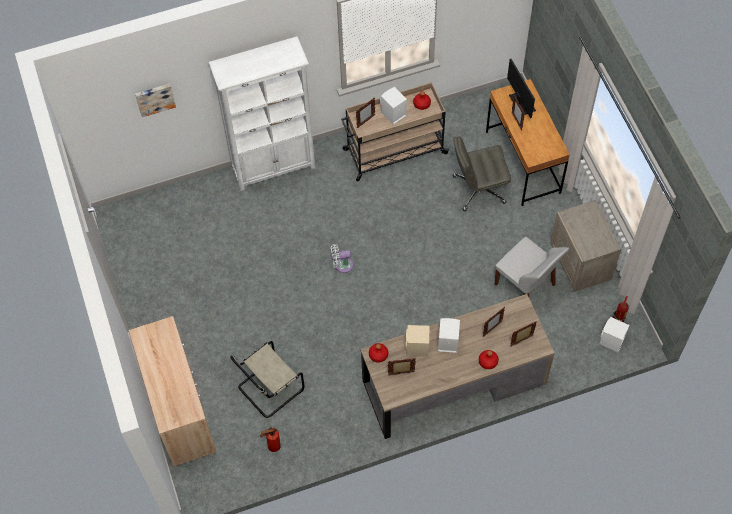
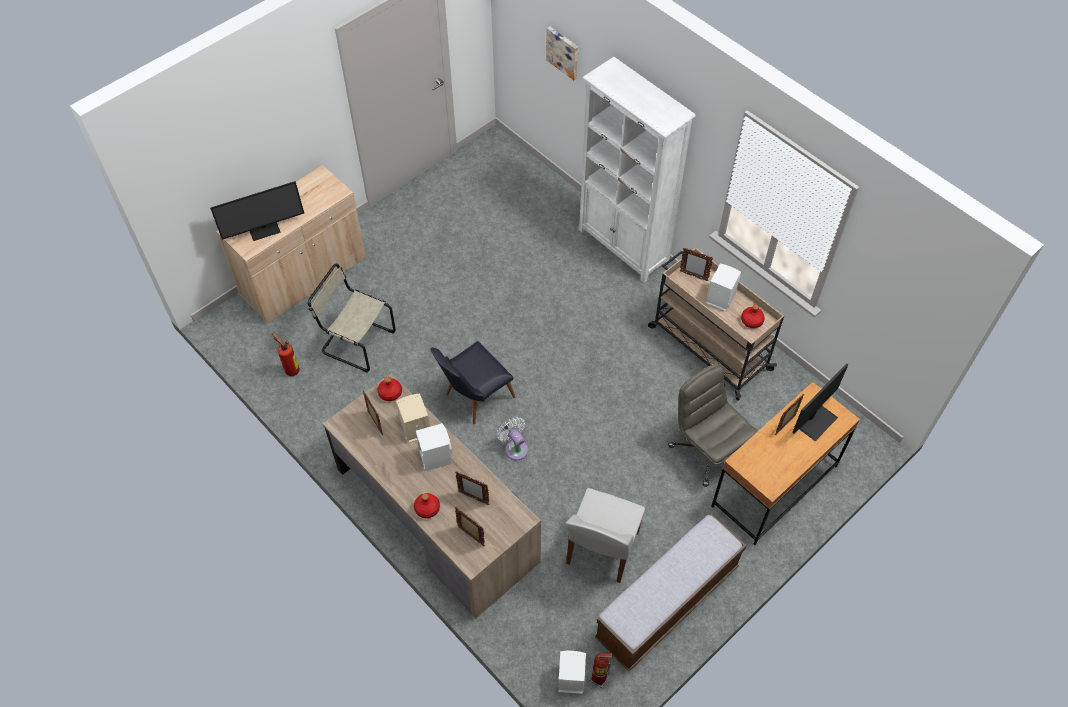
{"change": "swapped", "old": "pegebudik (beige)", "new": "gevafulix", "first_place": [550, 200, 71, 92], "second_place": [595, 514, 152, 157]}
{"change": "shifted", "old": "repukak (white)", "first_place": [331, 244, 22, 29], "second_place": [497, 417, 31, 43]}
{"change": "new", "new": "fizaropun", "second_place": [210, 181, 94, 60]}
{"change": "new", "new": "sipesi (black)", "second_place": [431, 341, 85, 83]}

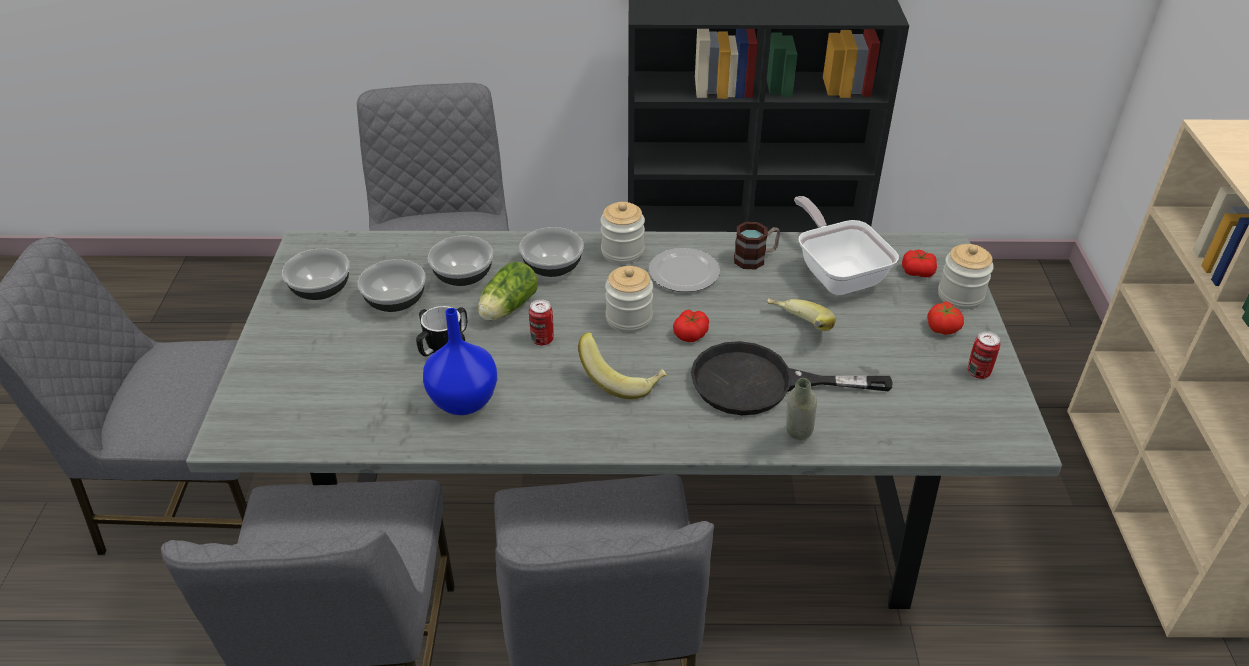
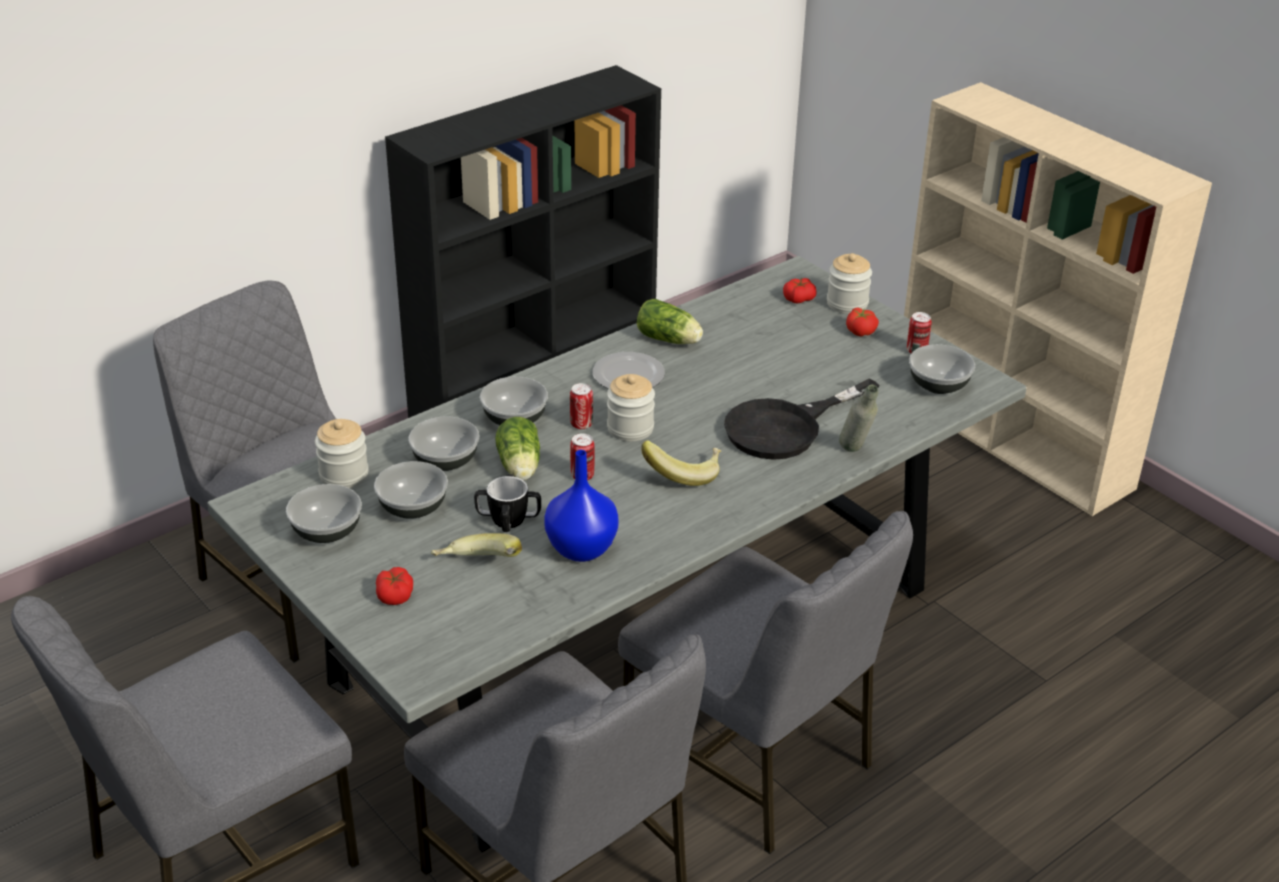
{"change": "gone", "old": "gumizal", "first_place": [794, 196, 105, 99]}
{"change": "shifted", "old": "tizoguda", "first_place": [600, 202, 45, 62], "second_place": [315, 419, 54, 69]}
{"change": "swapped", "old": "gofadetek", "new": "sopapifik", "first_place": [734, 222, 46, 48], "second_place": [637, 299, 66, 45]}
{"change": "shifted", "old": "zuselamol", "first_place": [767, 298, 68, 33], "second_place": [431, 533, 91, 24]}
{"change": "shifted", "old": "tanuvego", "first_place": [673, 310, 36, 32], "second_place": [376, 567, 37, 38]}
{"change": "new", "new": "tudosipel", "second_place": [909, 344, 66, 50]}
{"change": "new", "new": "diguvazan", "second_place": [570, 383, 23, 46]}

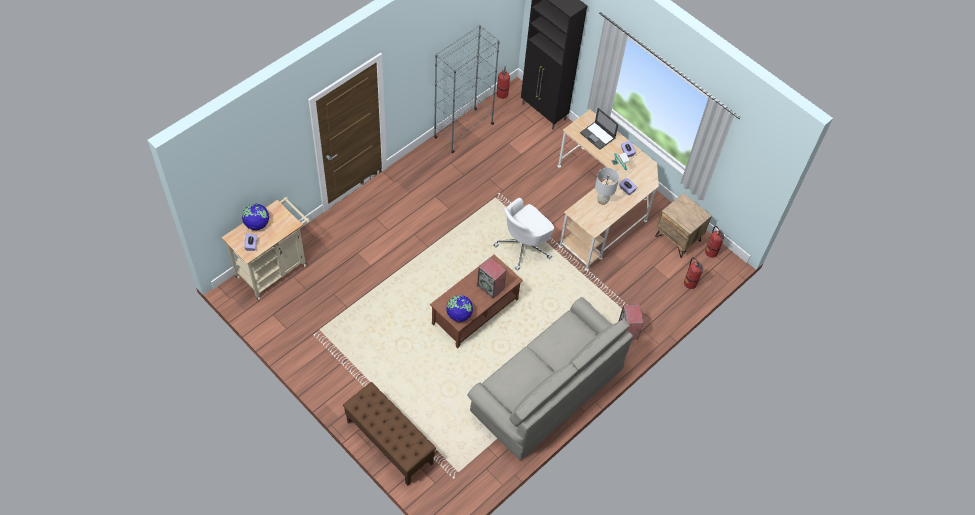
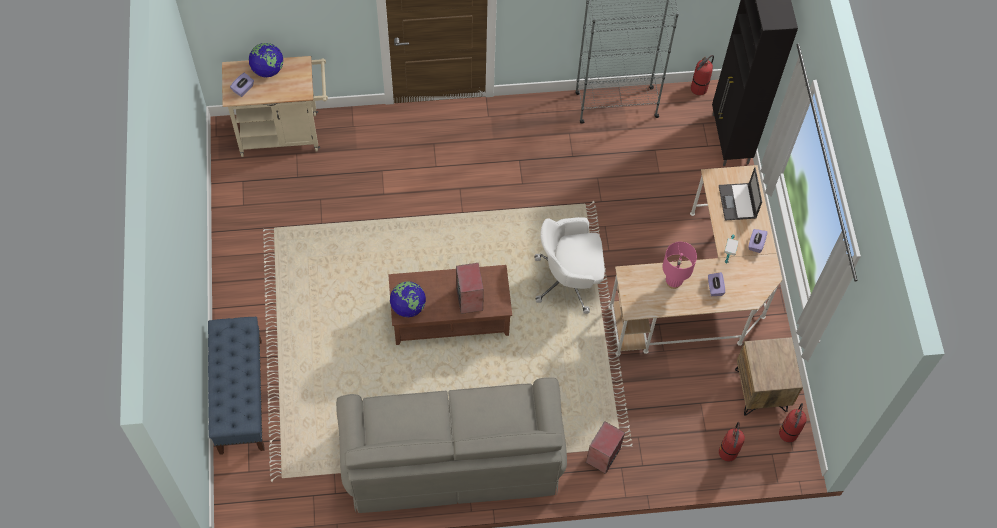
{"change": "repainted", "old": "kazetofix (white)", "new": "kazetofix (pink)", "first_place": [595, 168, 24, 37], "second_place": [662, 242, 35, 47]}
{"change": "repainted", "old": "gevafulix (brown)", "new": "gevafulix (blue)", "first_place": [343, 382, 93, 104], "second_place": [208, 317, 57, 138]}

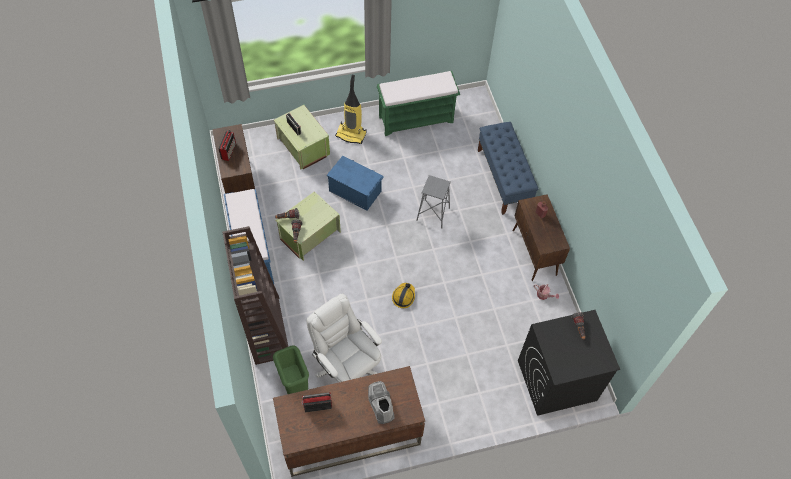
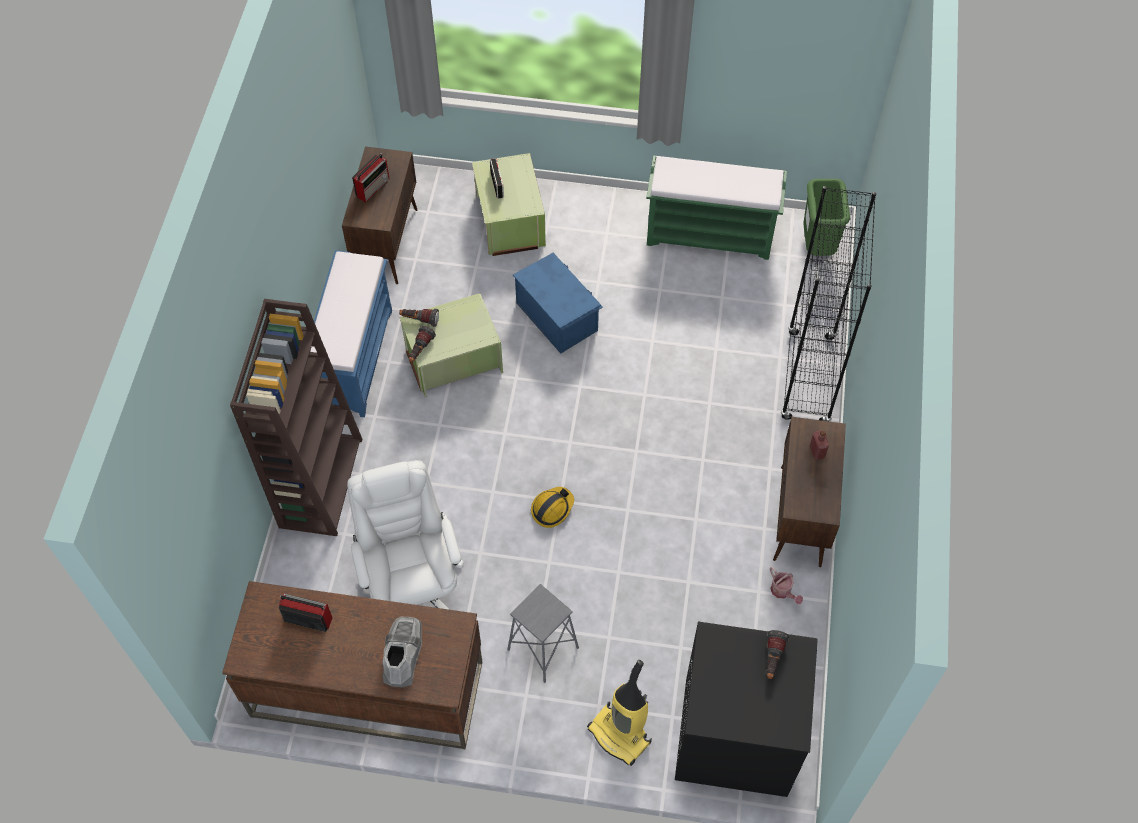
{"change": "shifted", "old": "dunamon", "first_place": [335, 75, 31, 69], "second_place": [587, 660, 65, 106]}
{"change": "swapped", "old": "gevafulix (blue)", "new": "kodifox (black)", "first_place": [478, 122, 60, 93], "second_place": [781, 186, 95, 235]}
{"change": "shifted", "old": "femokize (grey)", "first_place": [416, 175, 35, 54], "second_place": [507, 584, 72, 99]}
{"change": "shifted", "old": "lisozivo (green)", "first_place": [273, 345, 36, 49], "second_place": [803, 179, 47, 77]}

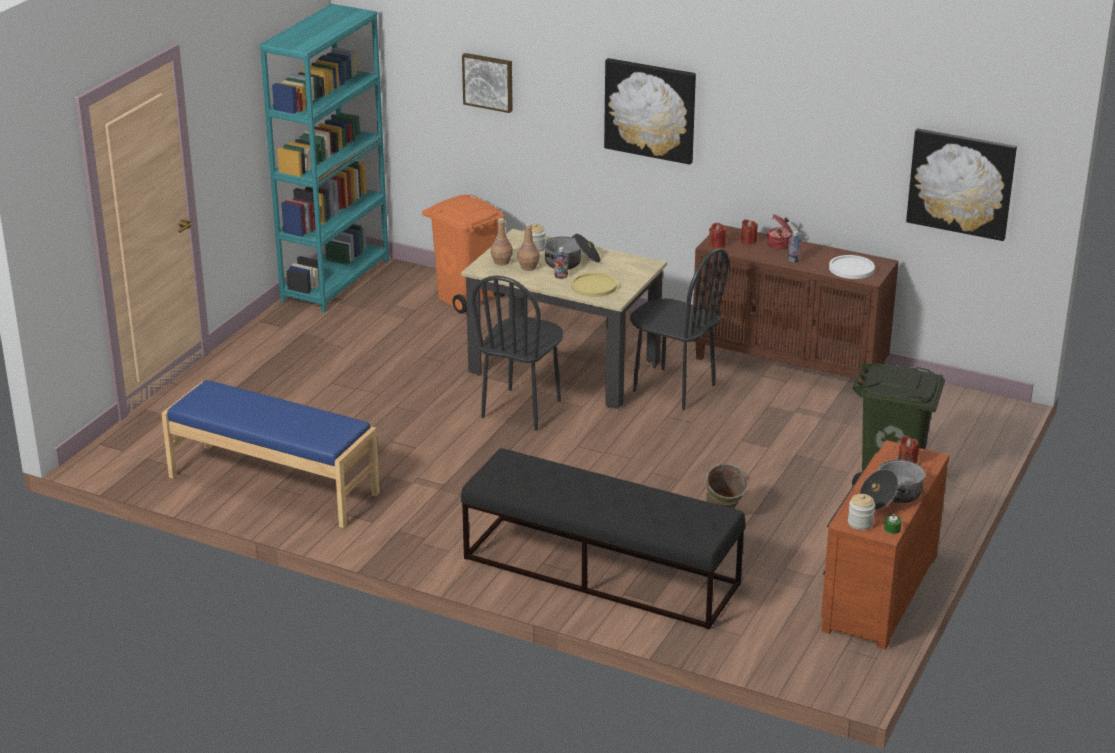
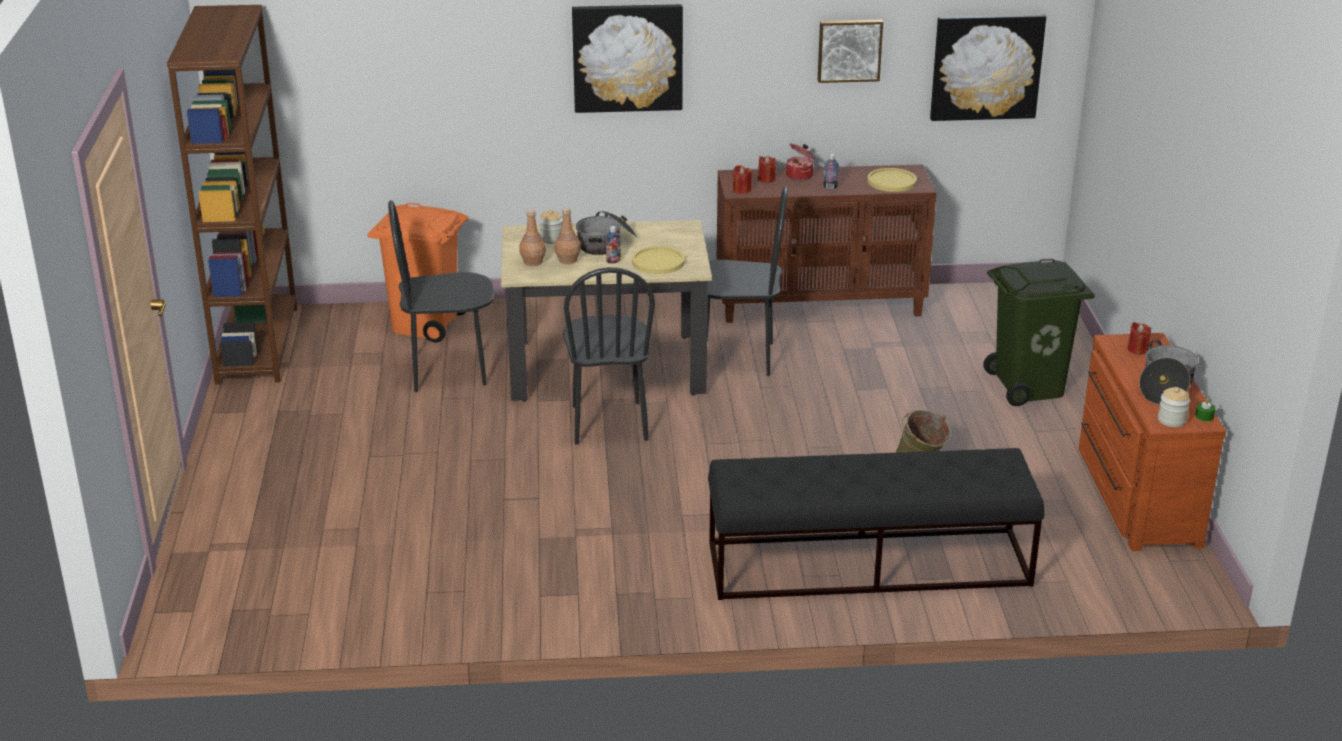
{"change": "repainted", "old": "kodifox (turquoise)", "new": "kodifox (brown)", "first_place": [259, 4, 130, 308], "second_place": [167, 5, 130, 379]}
{"change": "shifted", "old": "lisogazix", "first_place": [462, 53, 51, 60], "second_place": [818, 20, 65, 63]}
{"change": "repainted", "old": "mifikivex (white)", "new": "mifikivex (yellow)", "first_place": [829, 255, 46, 24], "second_place": [867, 168, 50, 24]}
{"change": "gone", "old": "gevafulix (blue)", "first_place": [161, 380, 219, 148]}
{"change": "new", "new": "sipesi (black)", "second_place": [388, 200, 106, 192]}

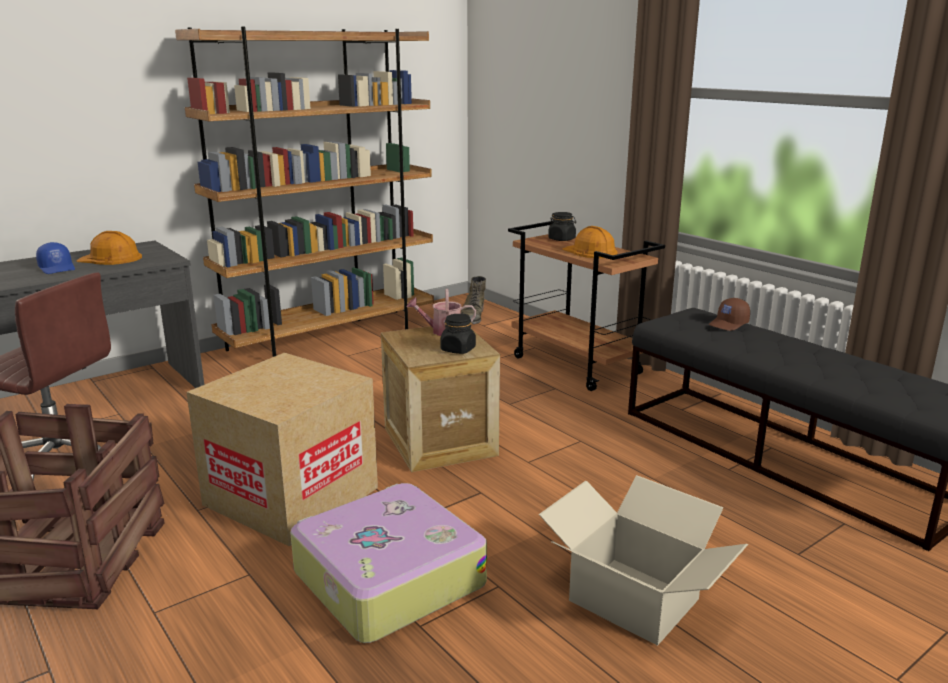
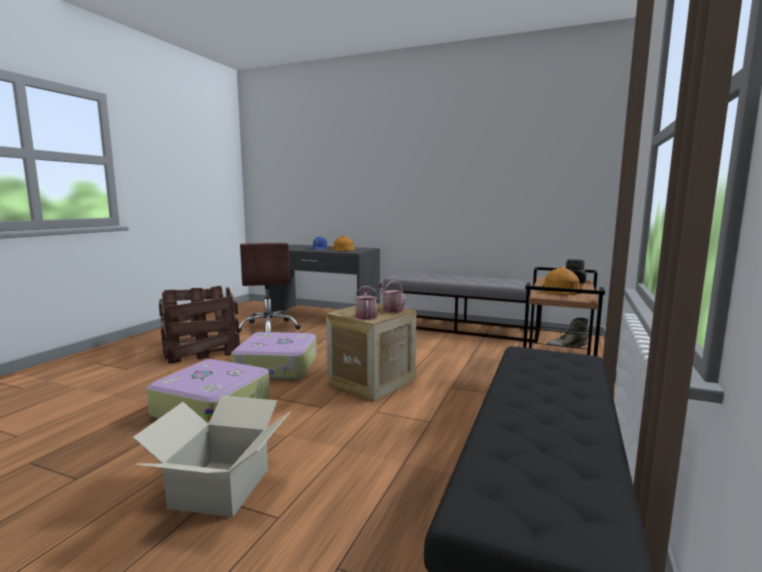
{"change": "swapped", "old": "kodifox (brown)", "new": "gevafulix (grey)", "first_place": [175, 27, 259, 330], "second_place": [383, 272, 159, 71]}
{"change": "gone", "old": "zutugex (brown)", "first_place": [709, 298, 41, 33]}
{"change": "swapped", "old": "tizoguda (black)", "new": "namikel", "first_place": [440, 313, 36, 41], "second_place": [354, 286, 24, 34]}
{"change": "swapped", "old": "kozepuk", "new": "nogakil", "first_place": [186, 353, 192, 193], "second_place": [231, 332, 86, 48]}

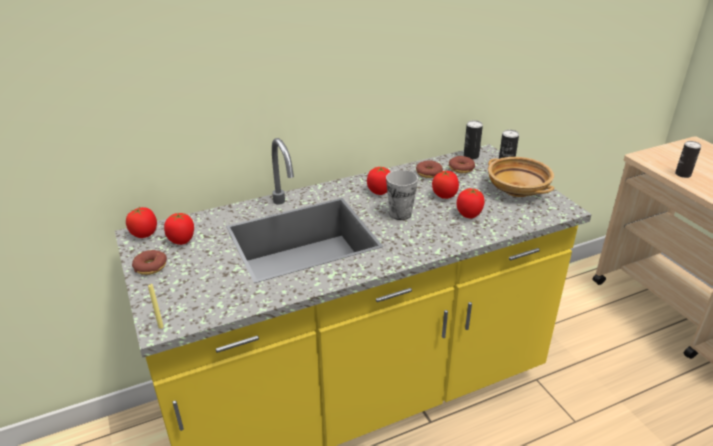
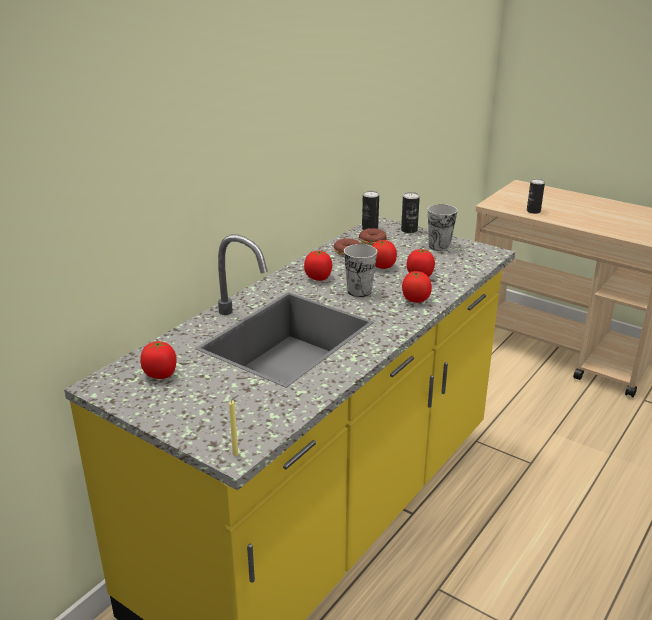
{"change": "swapped", "old": "tudosipel (beige)", "new": "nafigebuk", "first_place": [488, 157, 66, 40], "second_place": [428, 204, 30, 47]}
{"change": "shifted", "old": "tanuvego", "first_place": [126, 207, 31, 31], "second_place": [402, 271, 30, 32]}
{"change": "gone", "old": "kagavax", "first_place": [132, 250, 35, 25]}

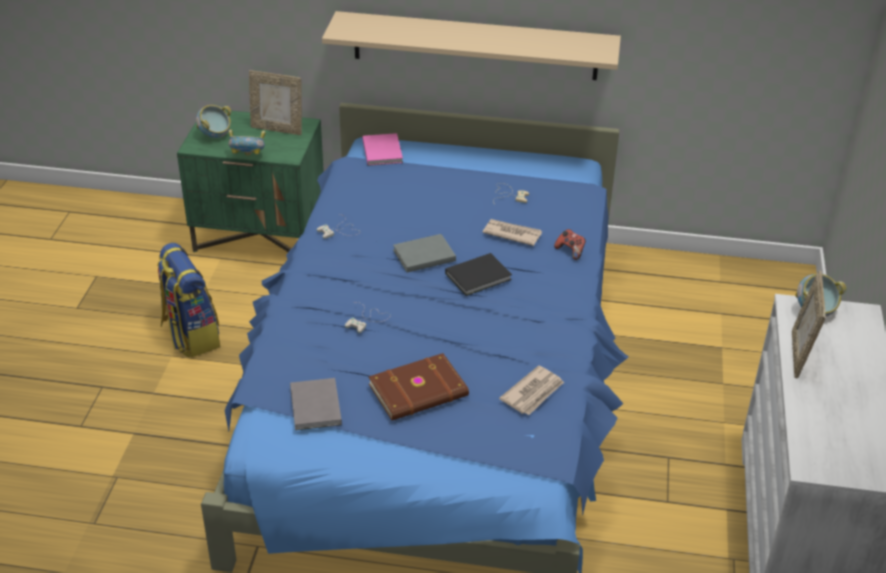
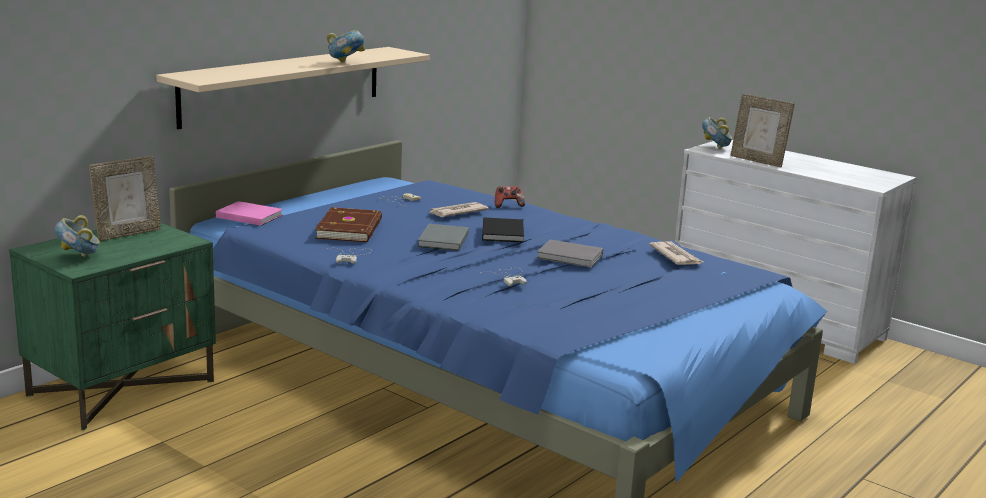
{"change": "shifted", "old": "tudosipel", "first_place": [228, 129, 38, 27], "second_place": [327, 30, 38, 32]}
{"change": "gone", "old": "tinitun", "first_place": [157, 243, 63, 115]}
{"change": "shifted", "old": "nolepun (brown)", "first_place": [369, 353, 100, 67], "second_place": [315, 207, 67, 35]}
{"change": "shifted", "old": "nolepun (grey)", "first_place": [290, 378, 52, 52], "second_place": [537, 240, 66, 28]}

